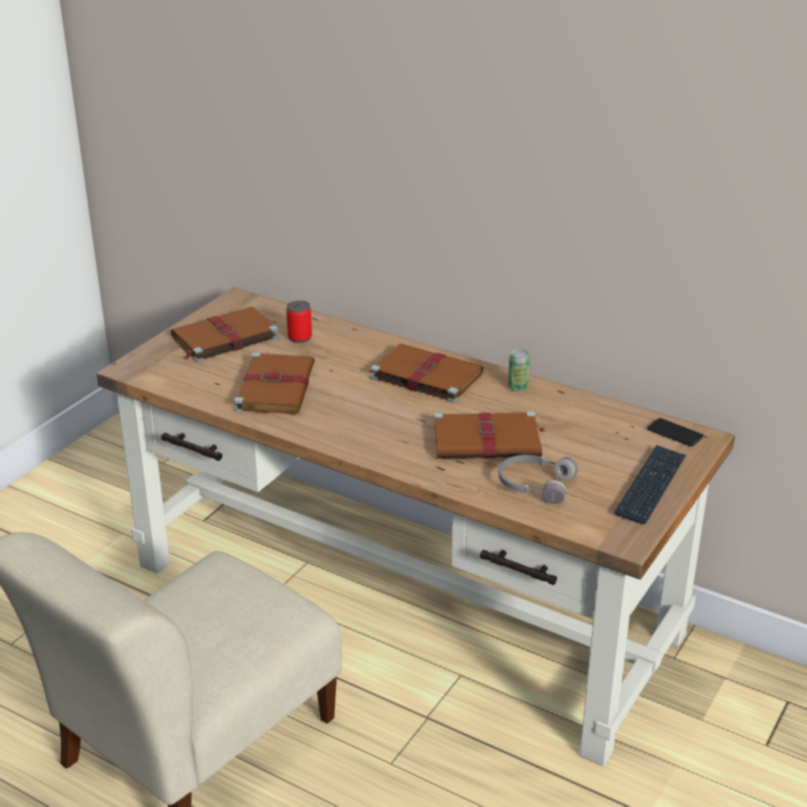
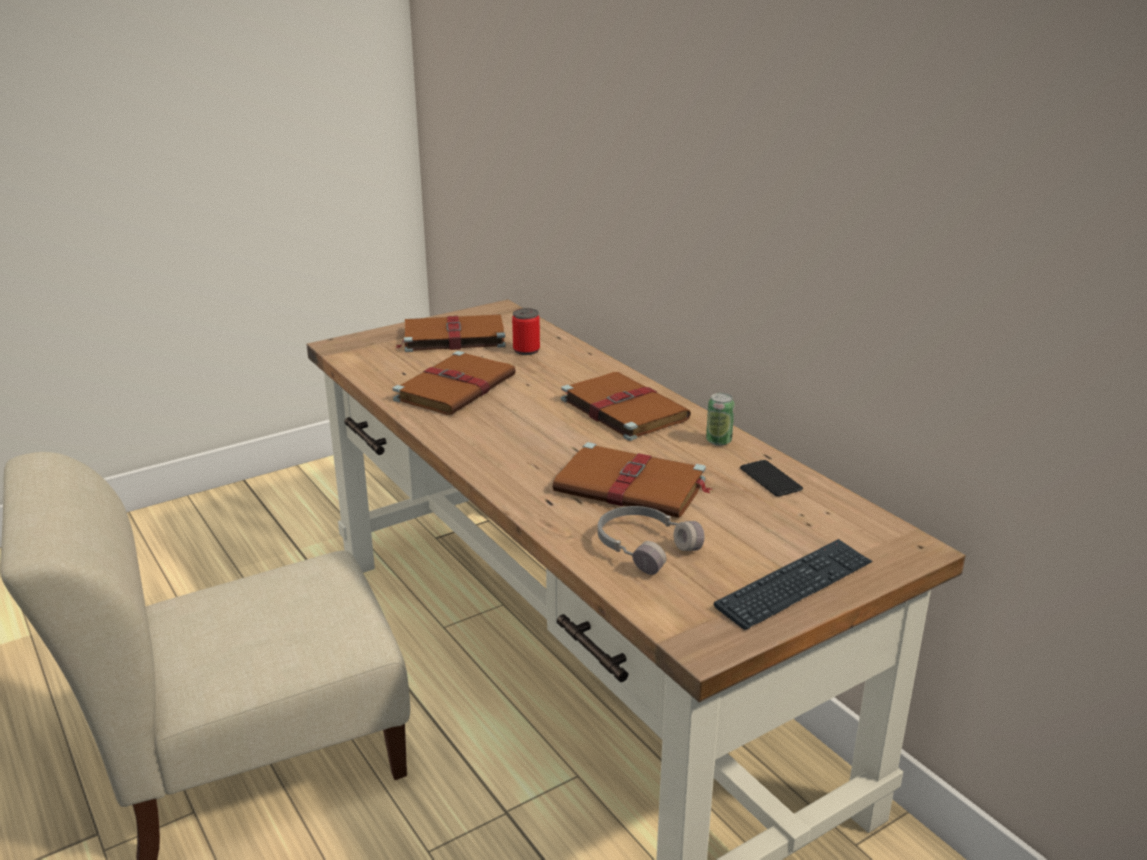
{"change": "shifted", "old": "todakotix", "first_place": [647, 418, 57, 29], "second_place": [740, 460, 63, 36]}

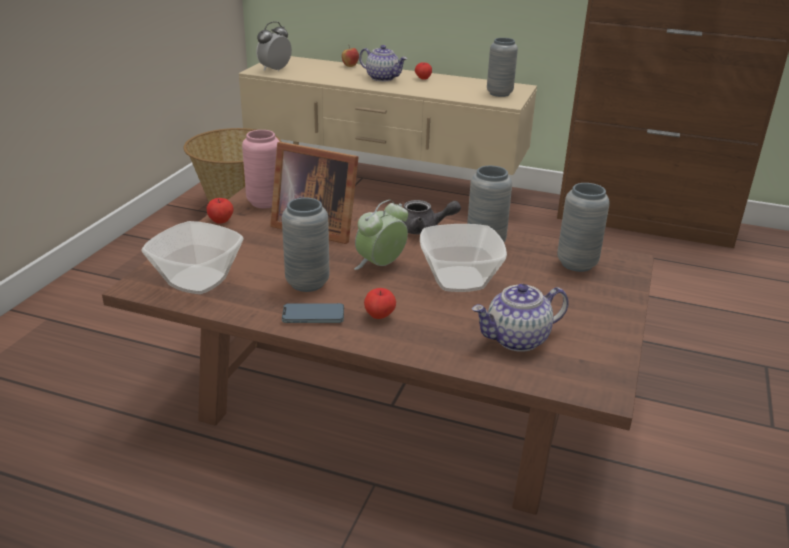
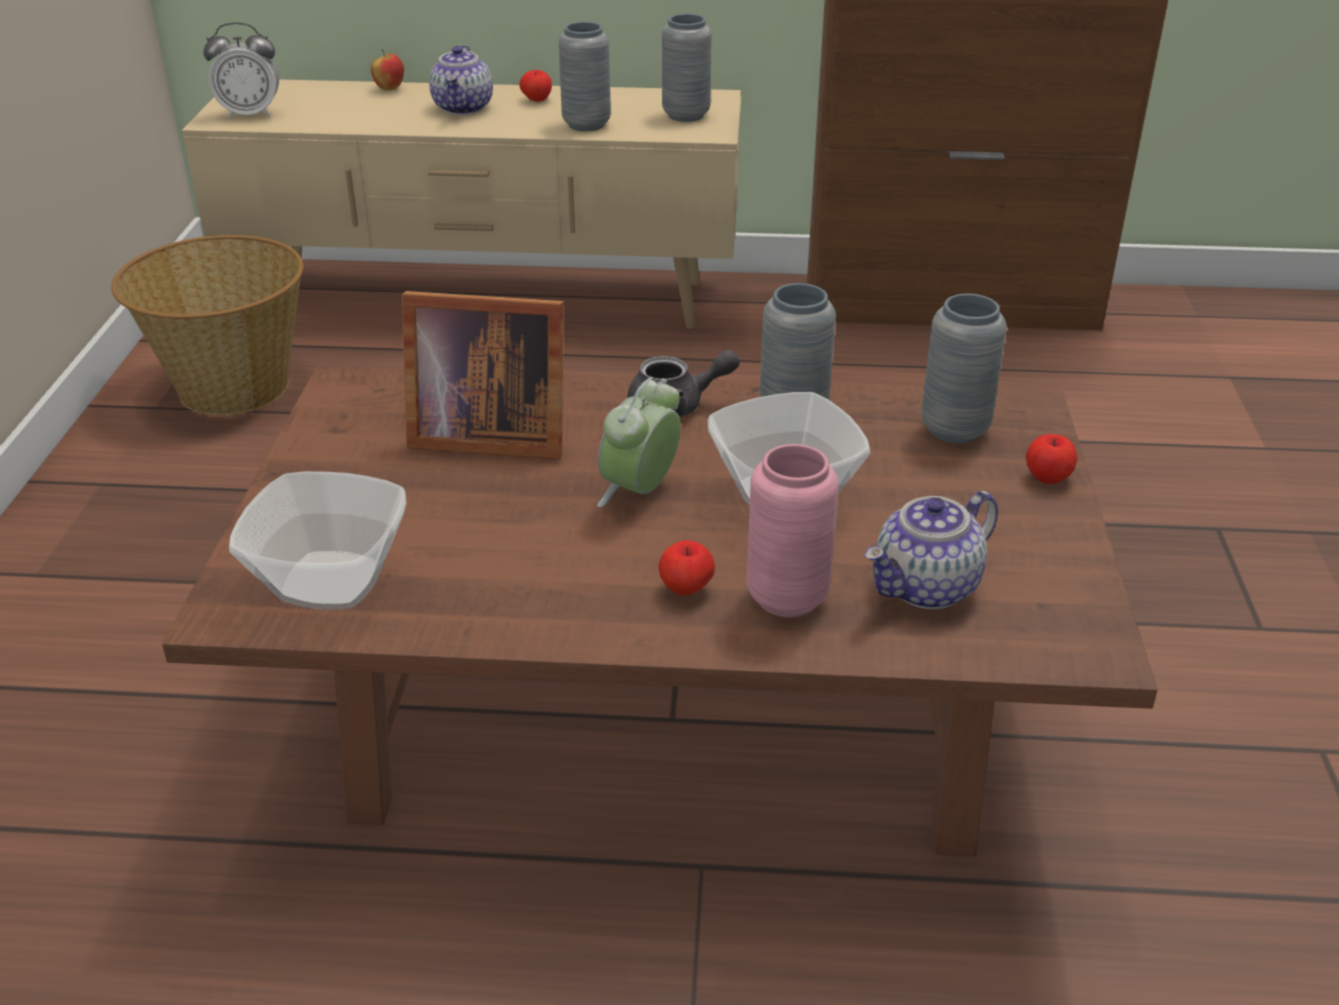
{"change": "rotated", "old": "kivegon", "first_place": [256, 21, 36, 50], "second_place": [203, 22, 76, 97], "degrees": -120}
{"change": "rotated", "old": "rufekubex", "first_place": [359, 45, 48, 37], "second_place": [429, 45, 64, 70], "degrees": 75}
{"change": "shifted", "old": "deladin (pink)", "first_place": [242, 130, 38, 78], "second_place": [747, 444, 92, 173]}
{"change": "shifted", "old": "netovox", "first_place": [206, 198, 27, 26], "second_place": [1026, 434, 52, 50]}
{"change": "shifted", "old": "deladin (grey)", "first_place": [282, 198, 48, 94], "second_place": [558, 22, 53, 109]}
{"change": "gone", "old": "todakotix", "first_place": [282, 303, 62, 20]}

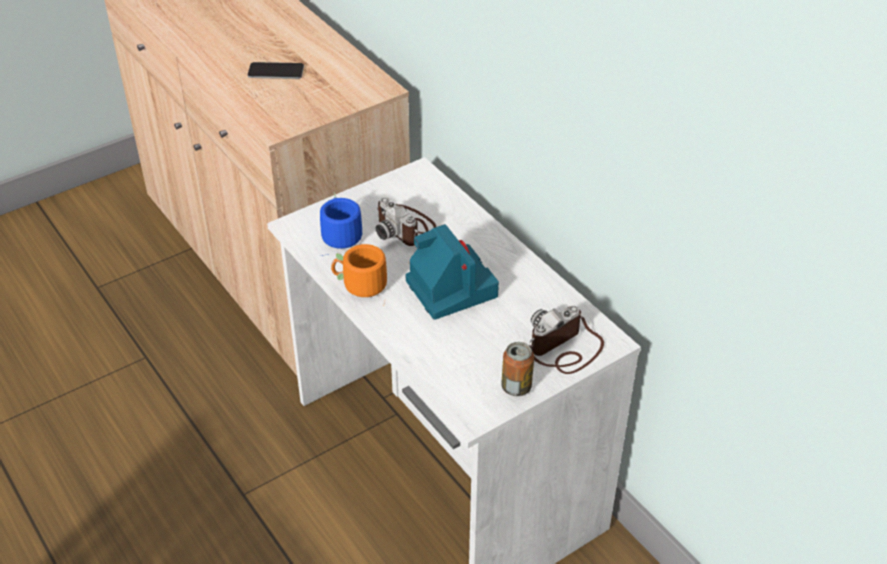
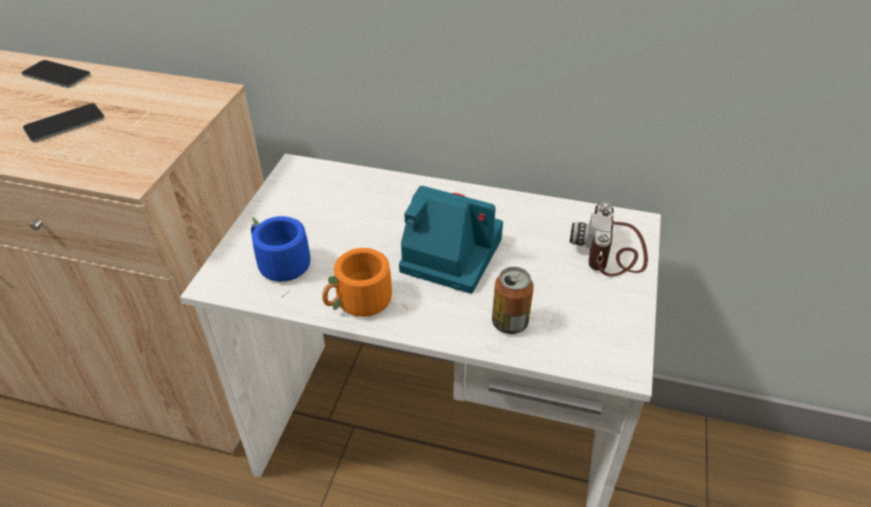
{"change": "gone", "old": "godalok", "first_place": [376, 197, 60, 49]}
{"change": "shifted", "old": "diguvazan", "first_place": [501, 342, 33, 54], "second_place": [492, 267, 42, 67]}
{"change": "new", "new": "todakotix", "second_place": [22, 60, 69, 28]}

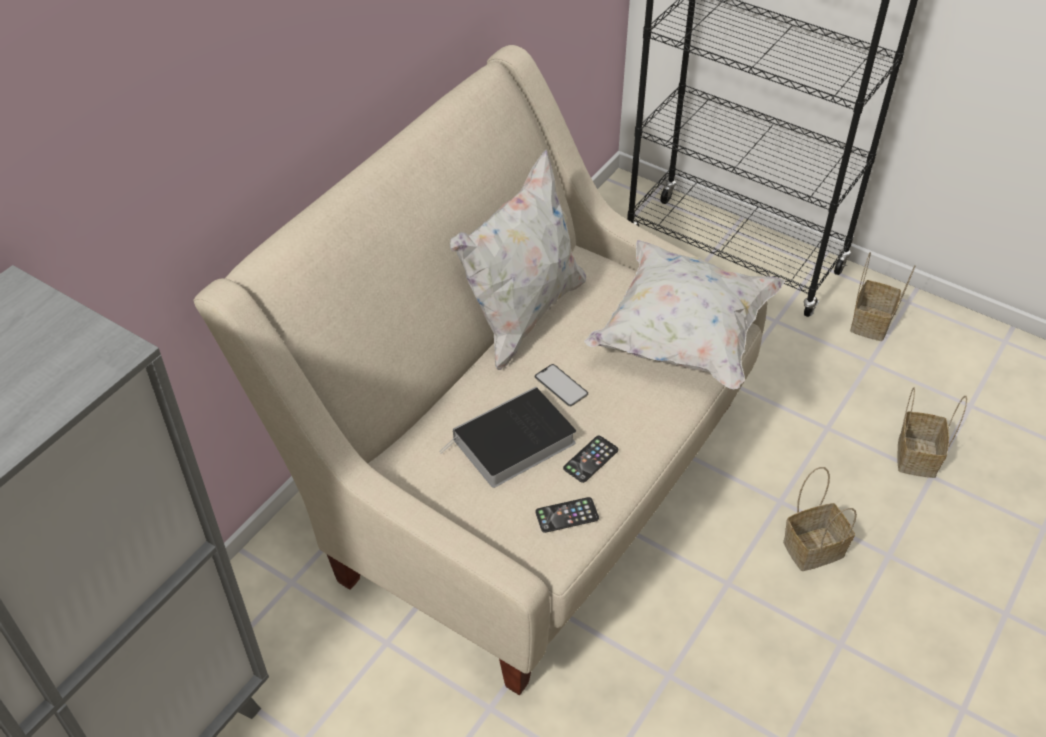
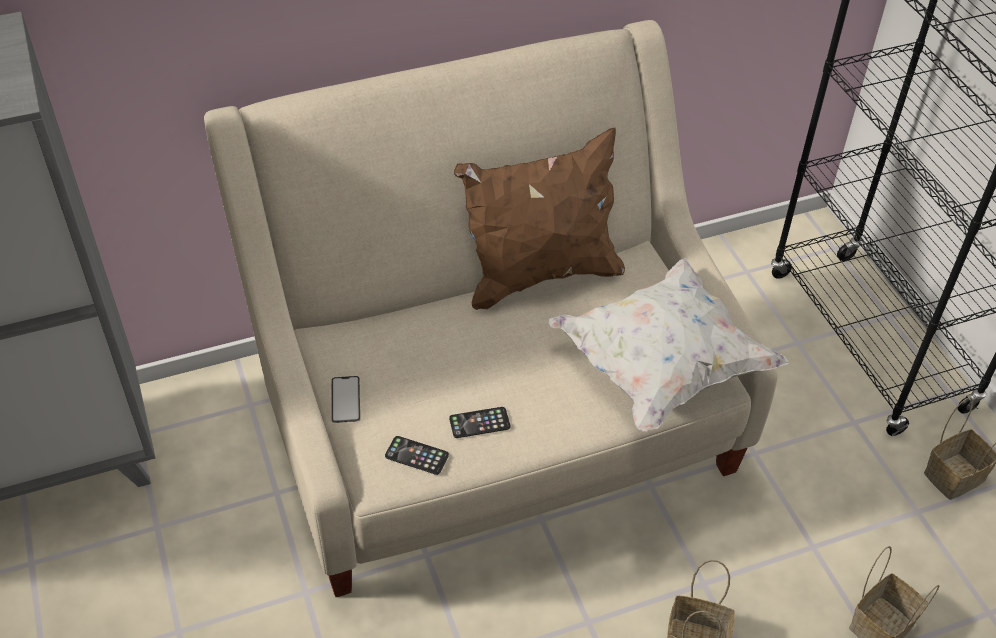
{"change": "repainted", "old": "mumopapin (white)", "new": "mumopapin (brown)", "first_place": [450, 150, 136, 220], "second_place": [454, 128, 171, 182]}
{"change": "shifted", "old": "todakotix", "first_place": [535, 364, 53, 43], "second_place": [331, 376, 29, 47]}
{"change": "gone", "old": "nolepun", "first_place": [440, 387, 136, 101]}

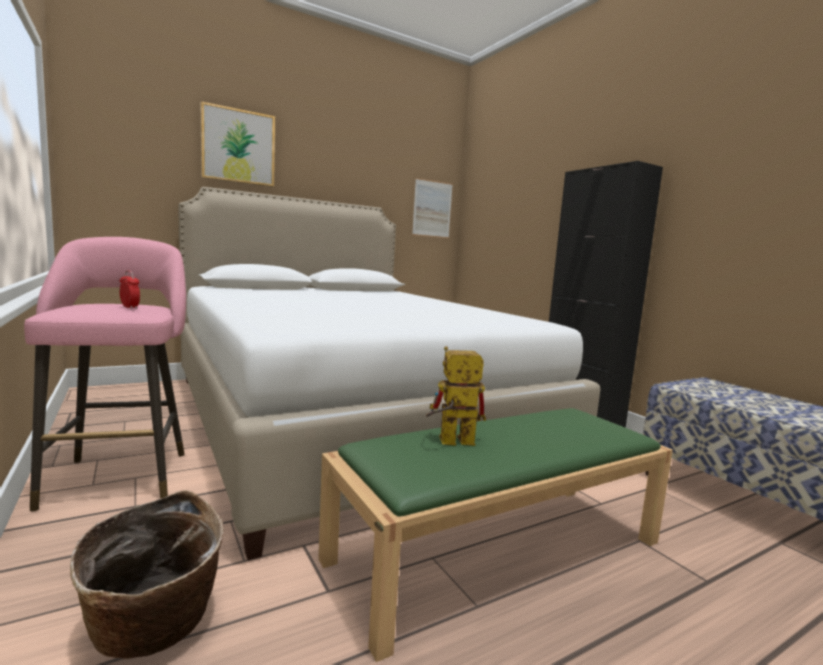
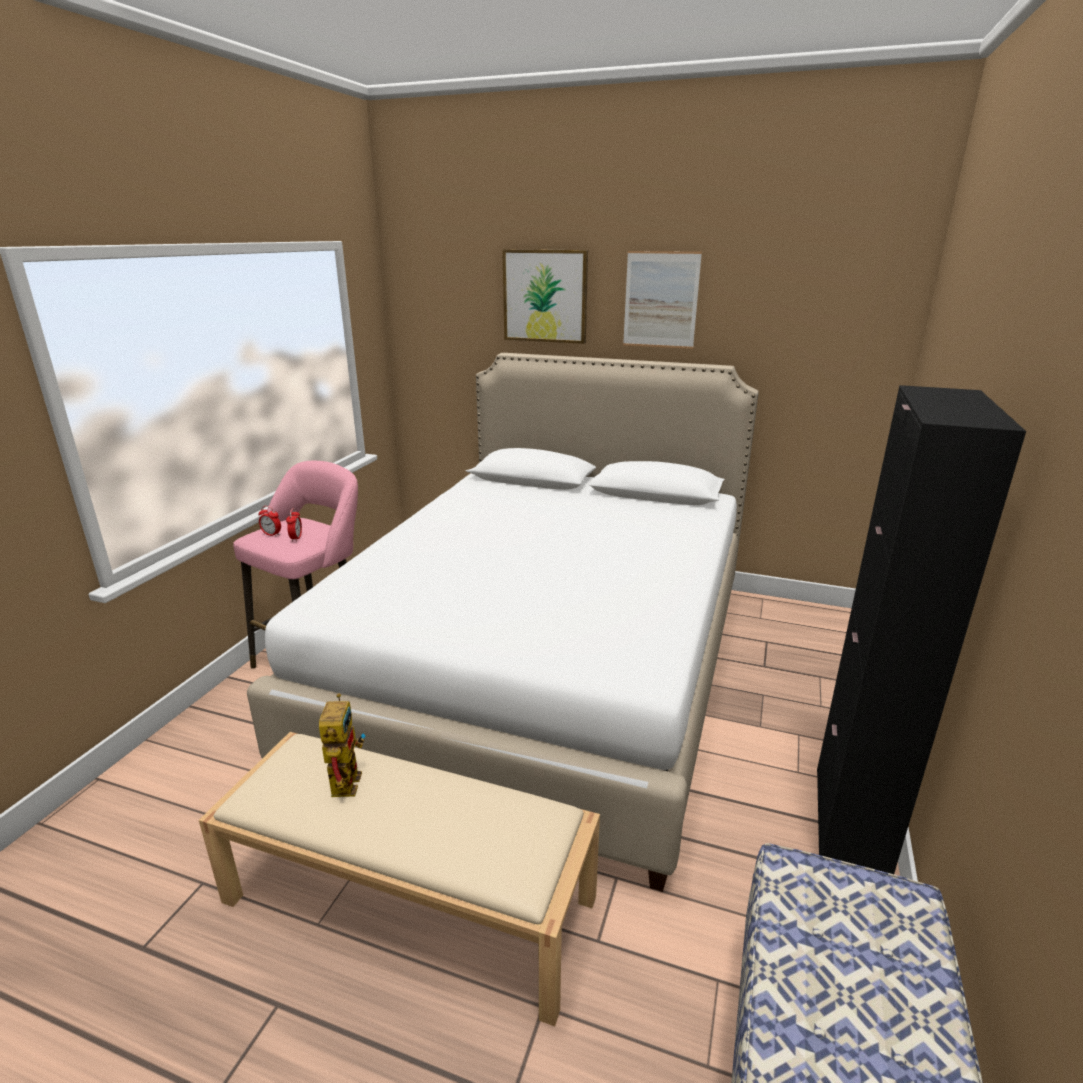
{"change": "shifted", "old": "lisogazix", "first_place": [412, 178, 41, 60], "second_place": [623, 251, 79, 98]}
{"change": "rotated", "old": "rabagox", "first_place": [426, 346, 60, 100], "second_place": [319, 693, 47, 104], "degrees": 45}
{"change": "repainted", "old": "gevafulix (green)", "new": "gevafulix (beige)", "first_place": [318, 408, 355, 254], "second_place": [199, 732, 401, 294]}
{"change": "gone", "old": "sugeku", "first_place": [70, 490, 154, 169]}
{"change": "new", "new": "kivegon", "second_place": [258, 506, 23, 31]}

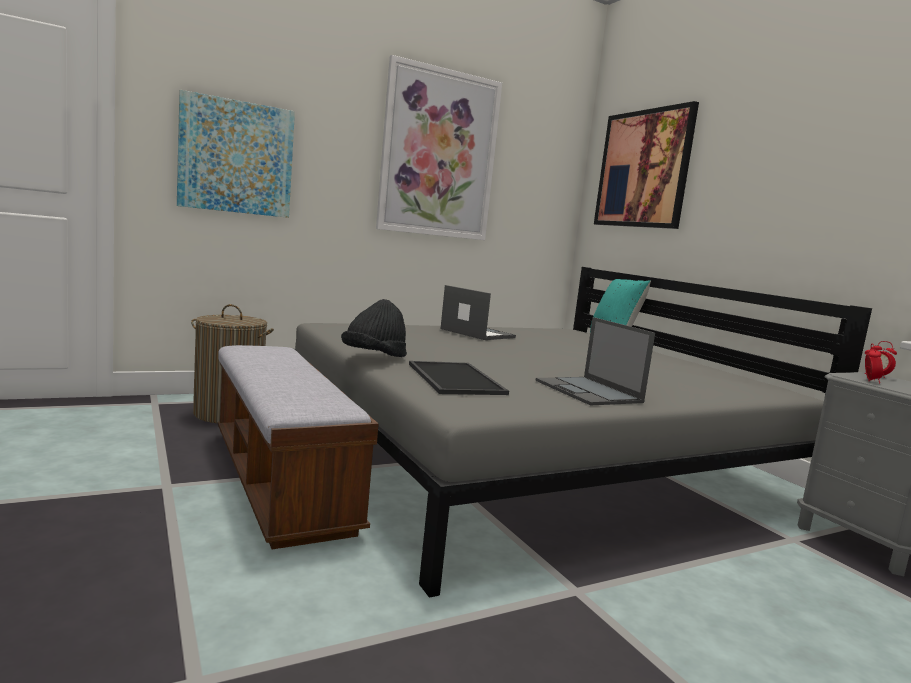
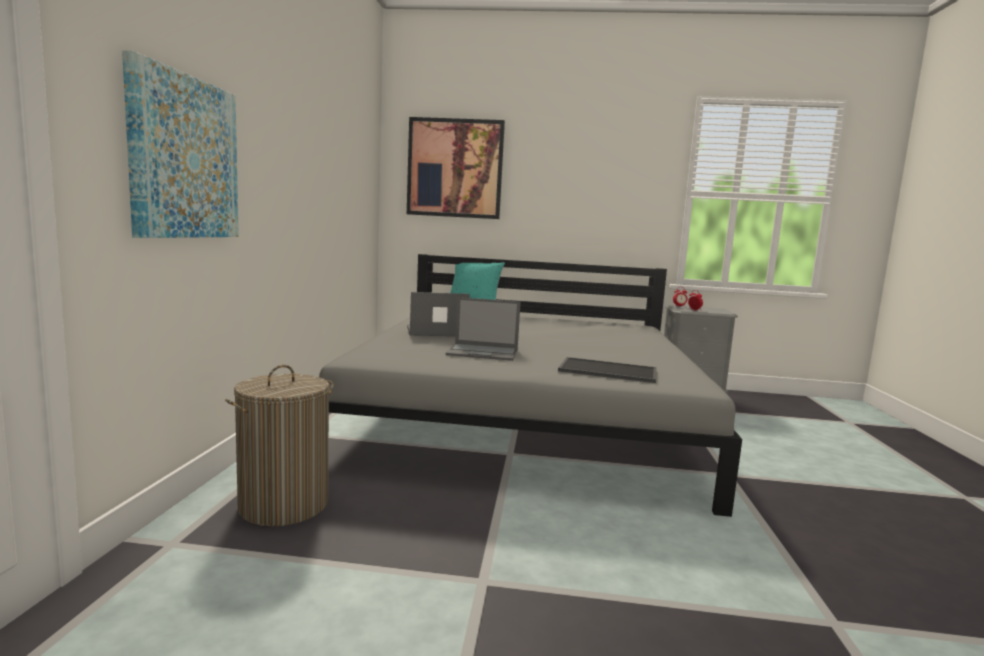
{"change": "gone", "old": "lisogazix", "first_place": [376, 55, 126, 185]}
{"change": "gone", "old": "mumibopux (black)", "first_place": [341, 299, 66, 58]}
{"change": "shifted", "old": "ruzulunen", "first_place": [536, 317, 119, 89], "second_place": [446, 297, 75, 64]}
{"change": "gone", "old": "gevafulix", "first_place": [218, 345, 161, 204]}

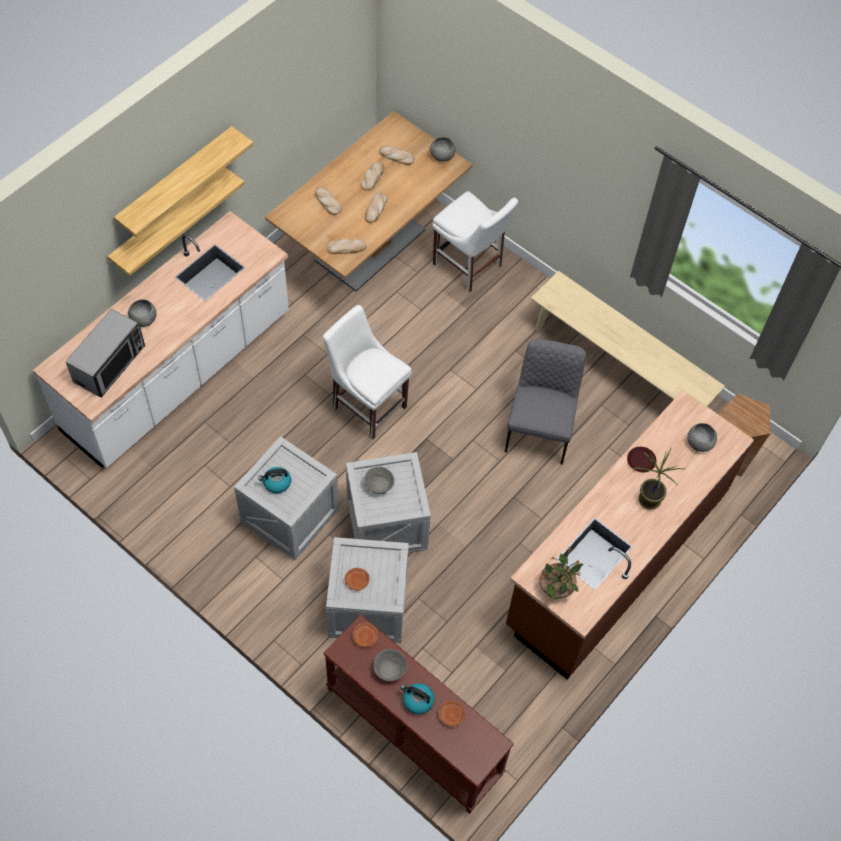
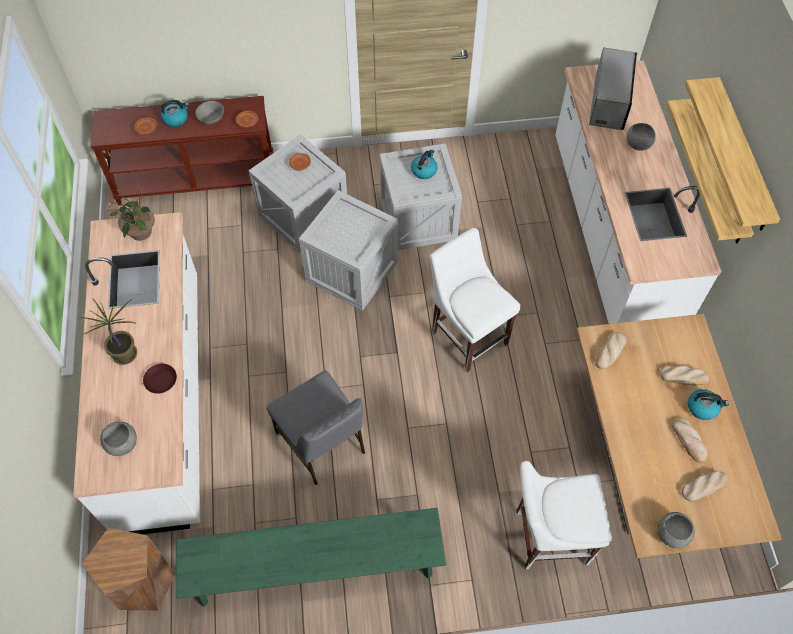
{"change": "gone", "old": "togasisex", "first_place": [365, 193, 22, 30]}
{"change": "repainted", "old": "gevafulix (beige)", "new": "gevafulix (green)", "first_place": [531, 271, 194, 135], "second_place": [176, 508, 270, 99]}
{"change": "rotated", "old": "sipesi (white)", "first_place": [323, 305, 89, 135], "second_place": [430, 228, 90, 144], "degrees": -120}
{"change": "rotated", "old": "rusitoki", "first_place": [66, 309, 79, 89], "second_place": [589, 48, 48, 82], "degrees": -150}
{"change": "repainted", "old": "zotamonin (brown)", "new": "zotamonin (white)", "first_place": [506, 390, 248, 289], "second_place": [73, 212, 127, 322]}
{"change": "gone", "old": "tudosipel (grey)", "first_place": [364, 467, 31, 27]}
{"change": "new", "new": "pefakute", "second_place": [688, 389, 41, 31]}

